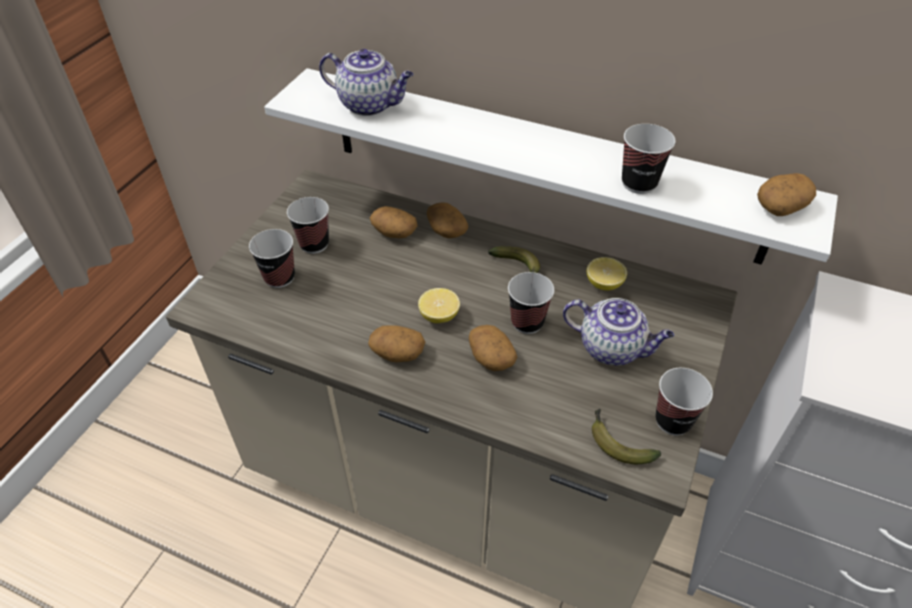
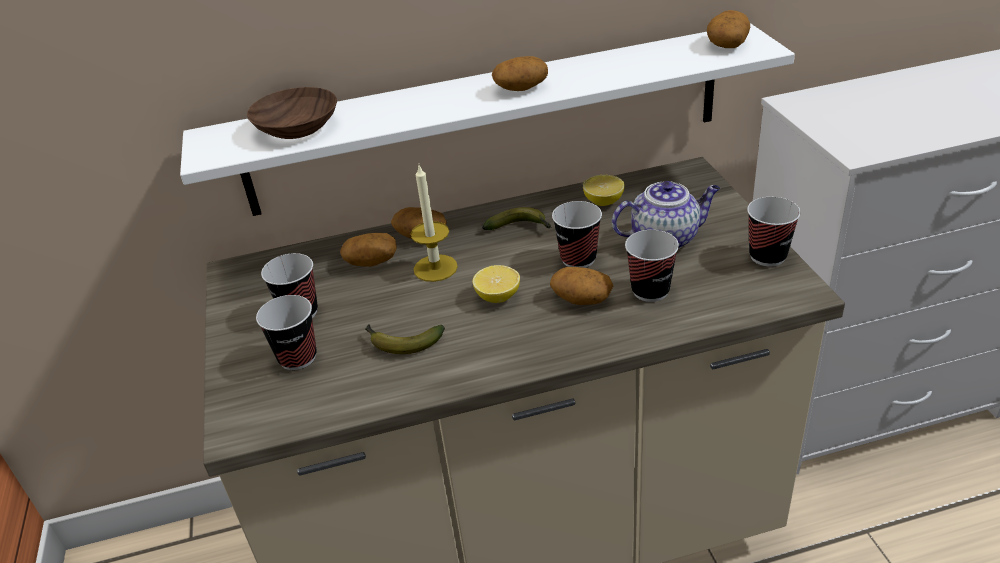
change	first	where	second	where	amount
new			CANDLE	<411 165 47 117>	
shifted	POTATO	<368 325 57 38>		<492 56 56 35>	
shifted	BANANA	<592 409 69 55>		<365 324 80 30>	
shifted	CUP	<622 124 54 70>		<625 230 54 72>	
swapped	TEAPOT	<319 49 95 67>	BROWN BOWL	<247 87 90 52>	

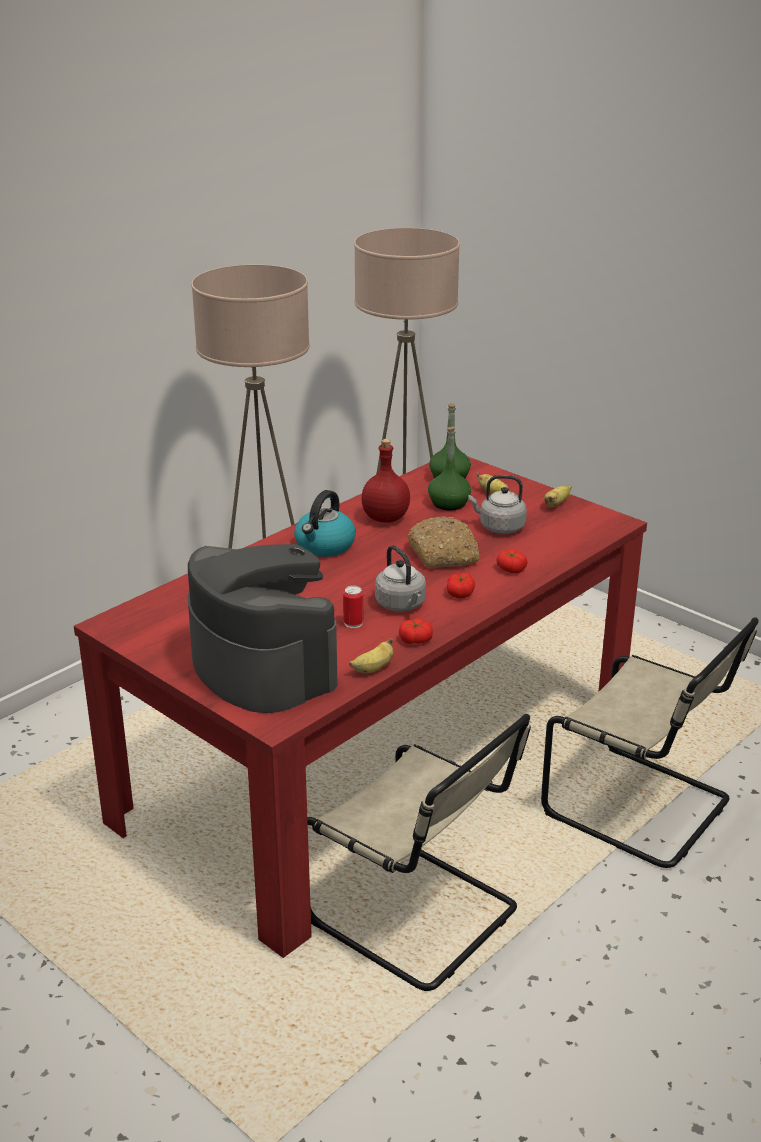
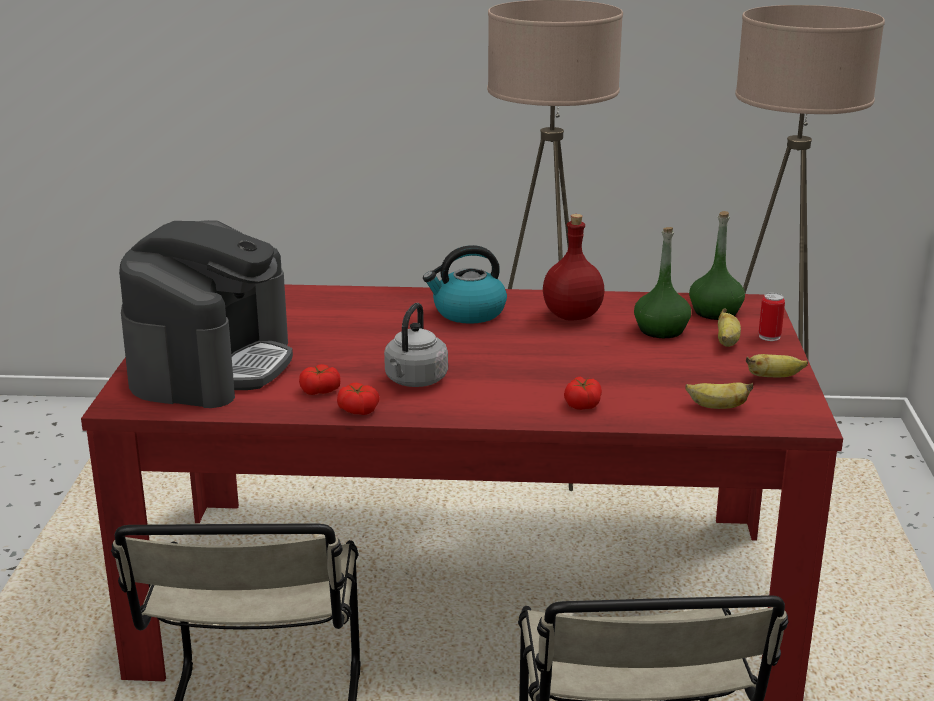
change	first	where	second	where	amount
gone	BREAD	<408 516 72 52>			
gone	GREY KETTLE	<468 475 59 59>			
shifted	CAN	<343 586 20 42>		<759 293 26 48>	
shifted	BANANA	<349 638 45 35>		<685 383 68 26>	
shifted	TOMATO	<447 573 28 26>		<299 364 42 31>	

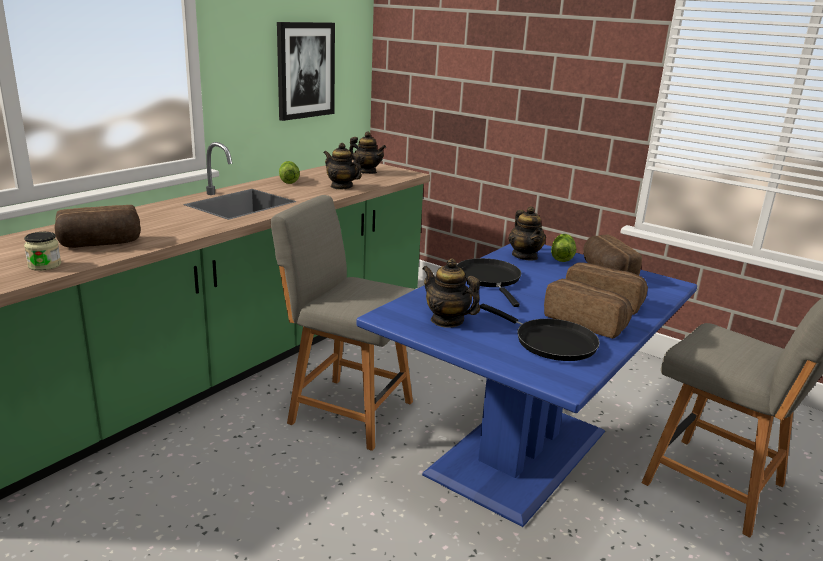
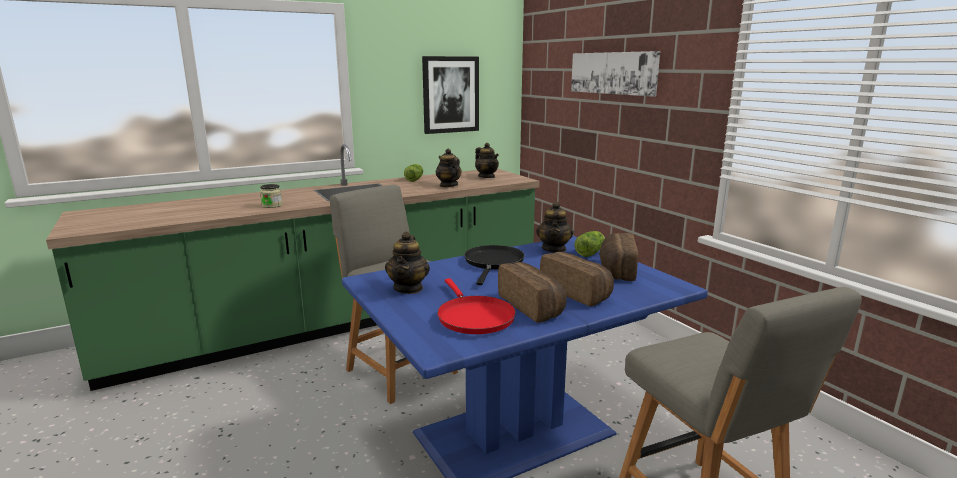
change	first	where	second	where	amount
gone	BREAD	<54 205 87 43>			
new			PICTURE	<571 51 89 46>	
shifted	JAR	<24 232 37 39>		<260 184 22 24>	
repainted	BLACK FRYING PAN	<480 304 120 57>	RED FRYING PAN	<437 278 79 56>	
rotated	TEAPOT	<422 258 58 70>		<385 232 45 62>	150 degrees counterclockwise

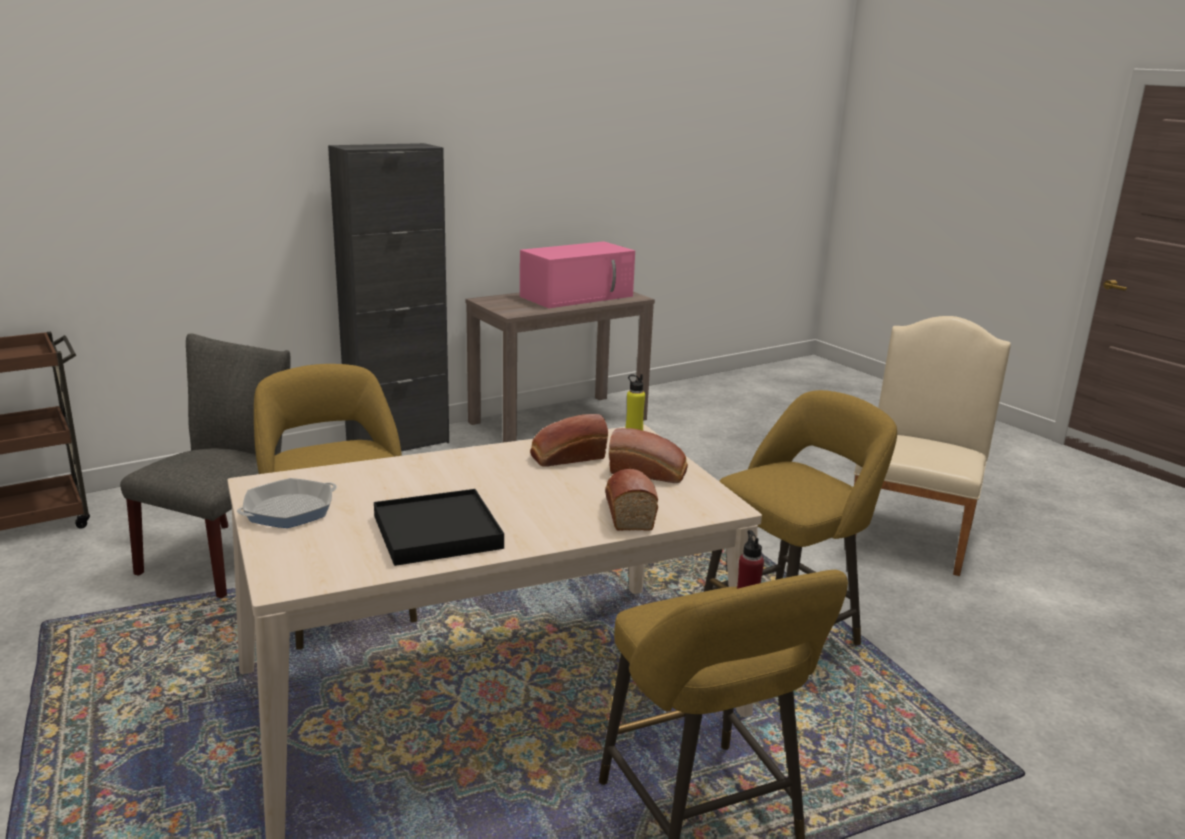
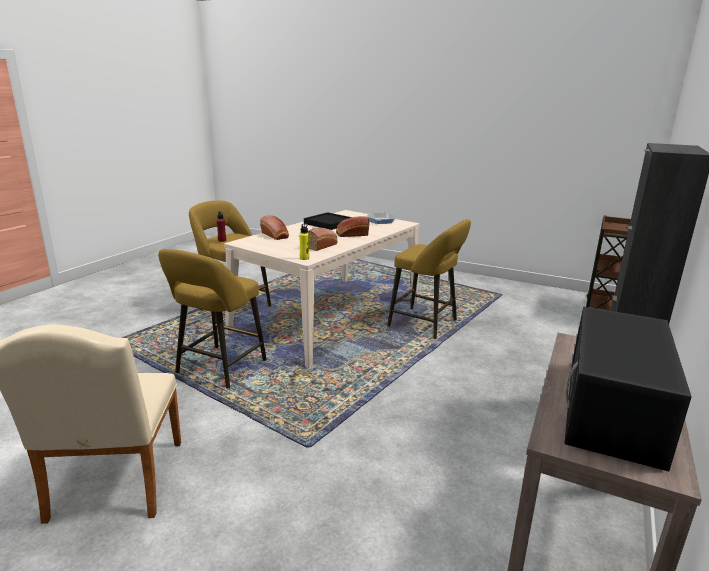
change	first	where	second	where	amount
gone	GREY CHAIR	<120 333 171 266>			
shifted	BREAD	<609 428 79 55>		<336 216 33 21>	
repainted	PINK MICROWAVE	<520 241 115 67>	BLACK MICROWAVE	<564 307 127 164>	

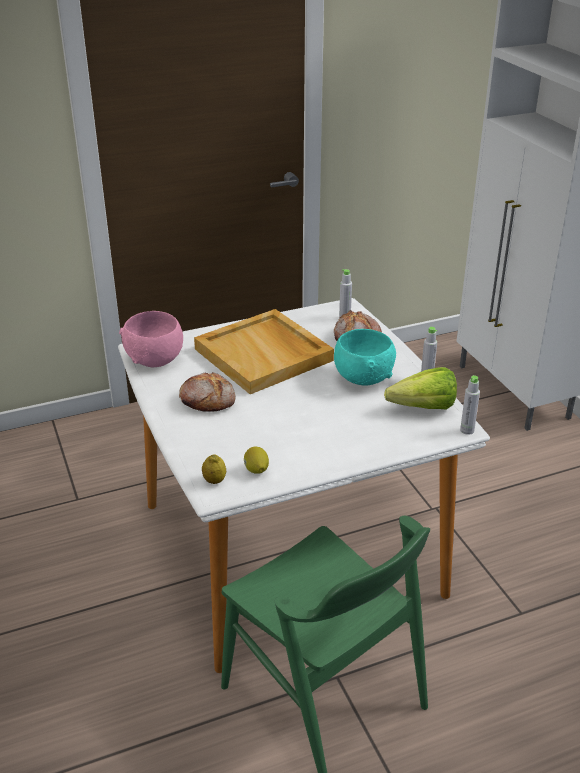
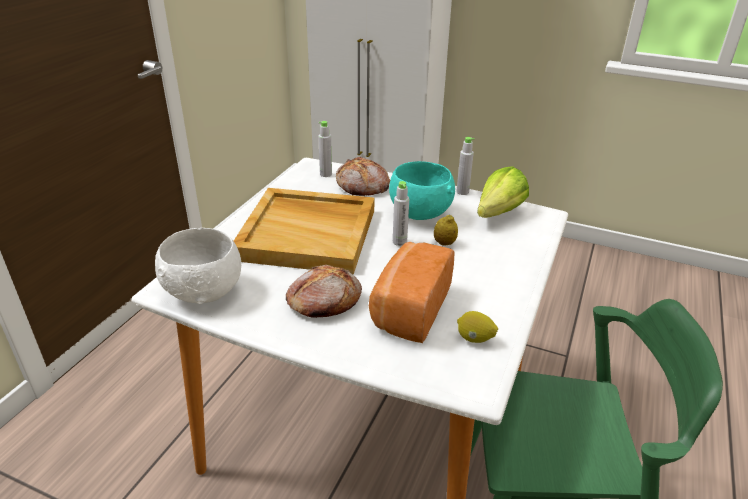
change	first	where	second	where	amount
new			BREAD	<369 242 85 101>	
shifted	LEMON	<202 454 24 30>		<434 215 24 31>	
shifted	GREY BOTTLE	<460 375 20 60>		<393 181 16 65>	
repainted	PINK BOWL	<119 311 64 57>	WHITE BOWL	<155 228 86 76>	

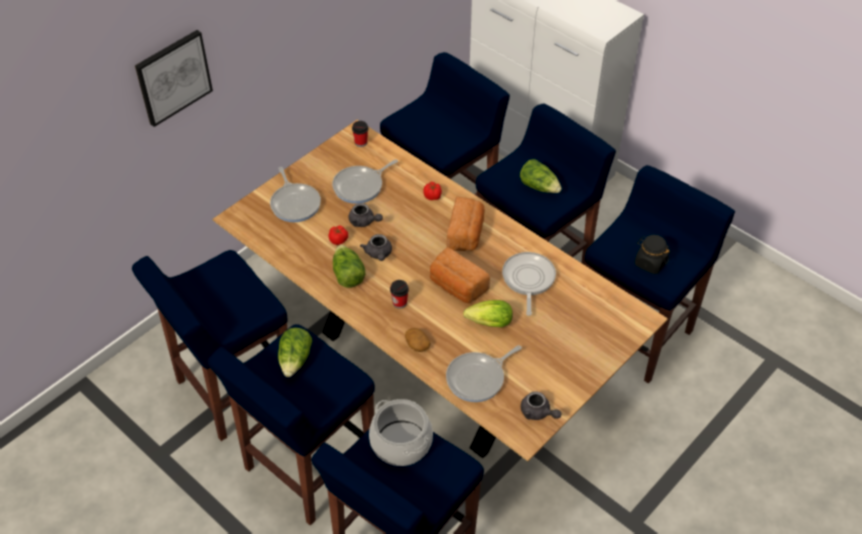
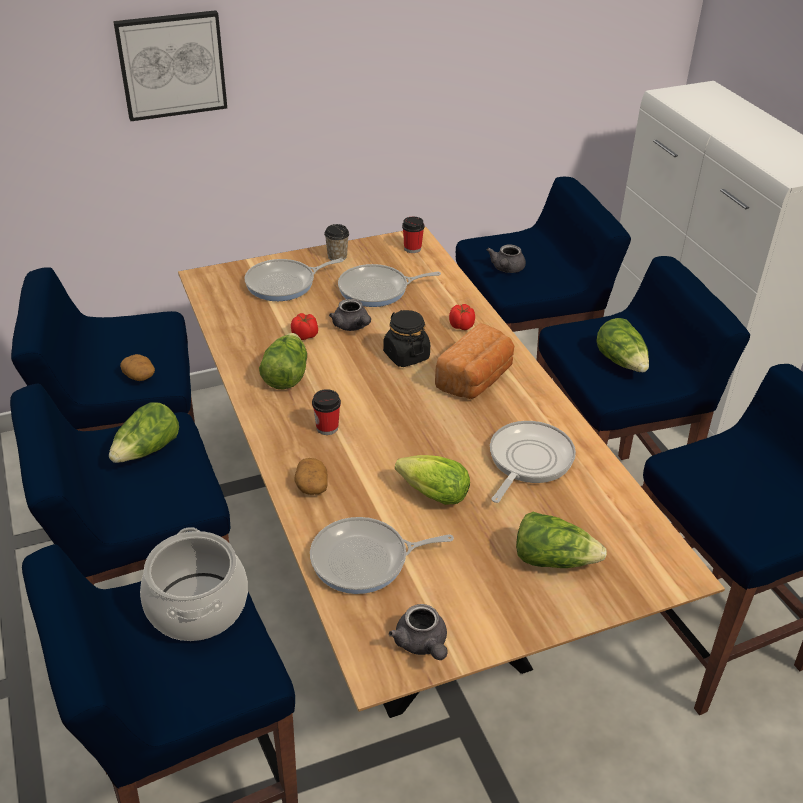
change	first	where	second	where	amount
gone	BREAD	<430 247 60 56>			
new			POTATO	<120 354 35 27>	
new			CUP	<324 224 25 36>	
new			LETTUCE	<516 512 91 56>	
shifted	GREY TEAPOT	<360 234 32 27>		<487 244 39 29>	
shifted	BLACK JAR	<635 235 35 39>		<383 310 47 57>	
rotated	FRYING PAN	<270 167 51 55>		<245 258 99 43>	60 degrees clockwise

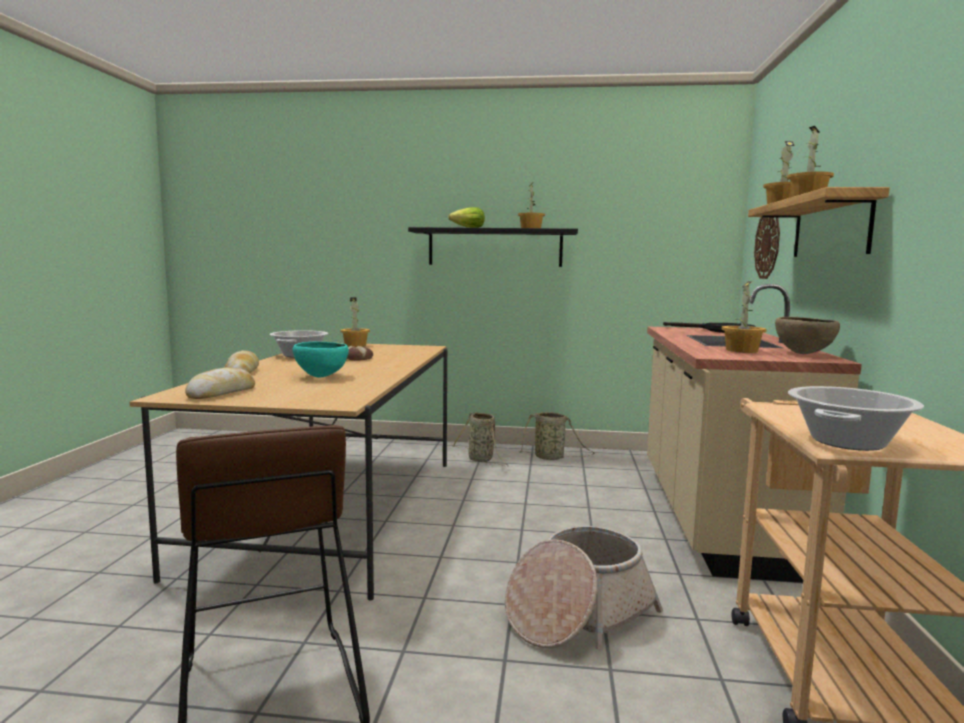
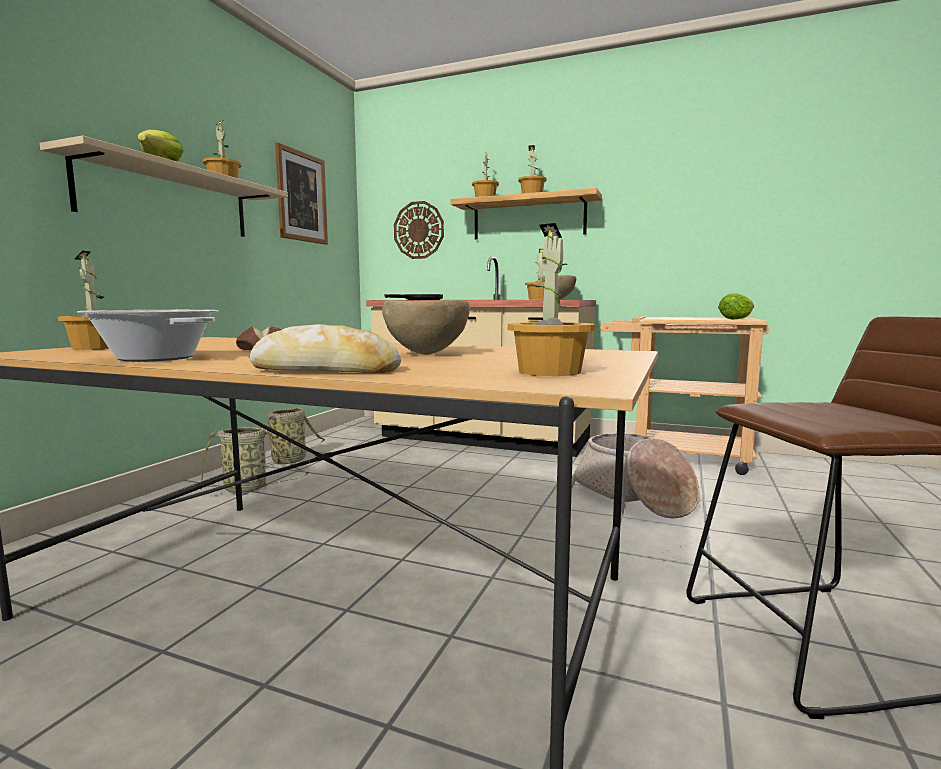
change	first	where	second	where	amount
new			PICTURE	<275 142 53 103>	
swapped	BREAD	<185 367 70 32>	POTTED PLANT	<508 223 87 153>	
swapped	COOKING POT	<788 386 136 65>	LETTUCE	<718 293 36 27>	
repainted	TURQUOISE BOWL	<293 341 56 37>	BROWN BOWL	<382 300 88 55>	
repainted	BLACK SHELF	<408 227 170 40>	BEIGE SHELF	<40 136 248 101>	

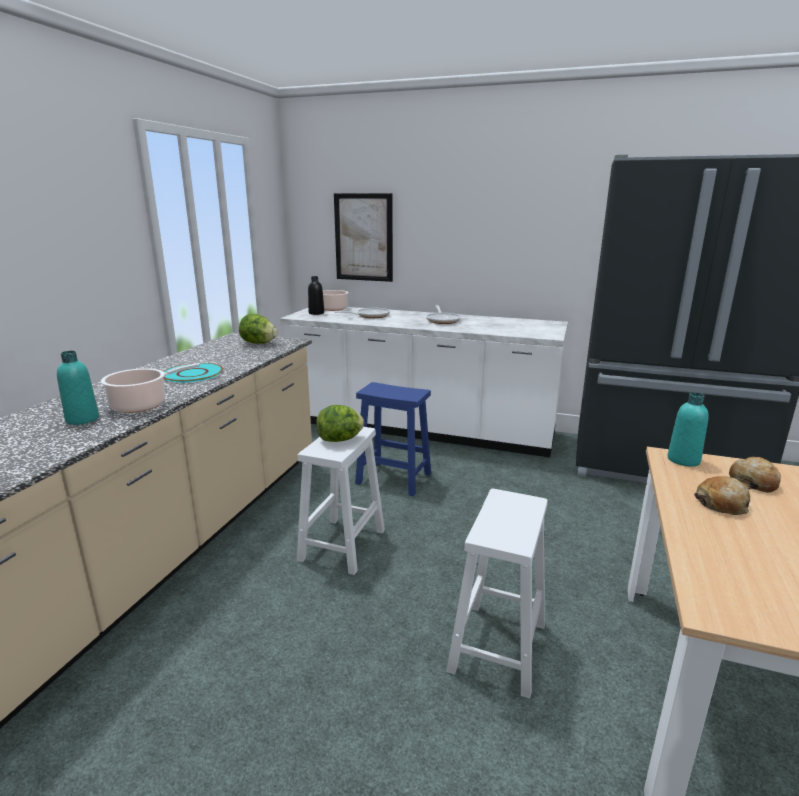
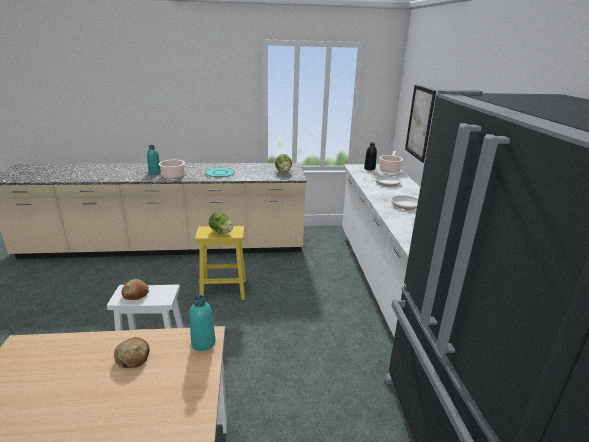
change	first	where	second	where	amount
gone	BLUE STOOL	<355 382 76 115>			
shifted	BREAD	<729 457 52 36>		<121 279 28 21>	
repainted	WHITE STOOL	<297 427 88 148>	YELLOW STOOL	<195 226 51 74>	

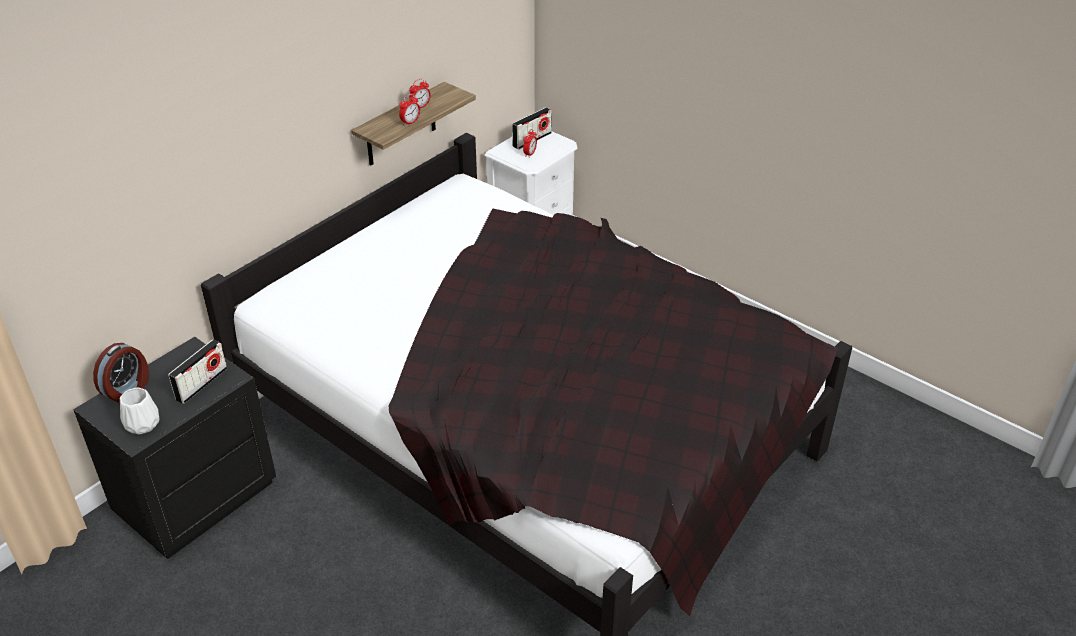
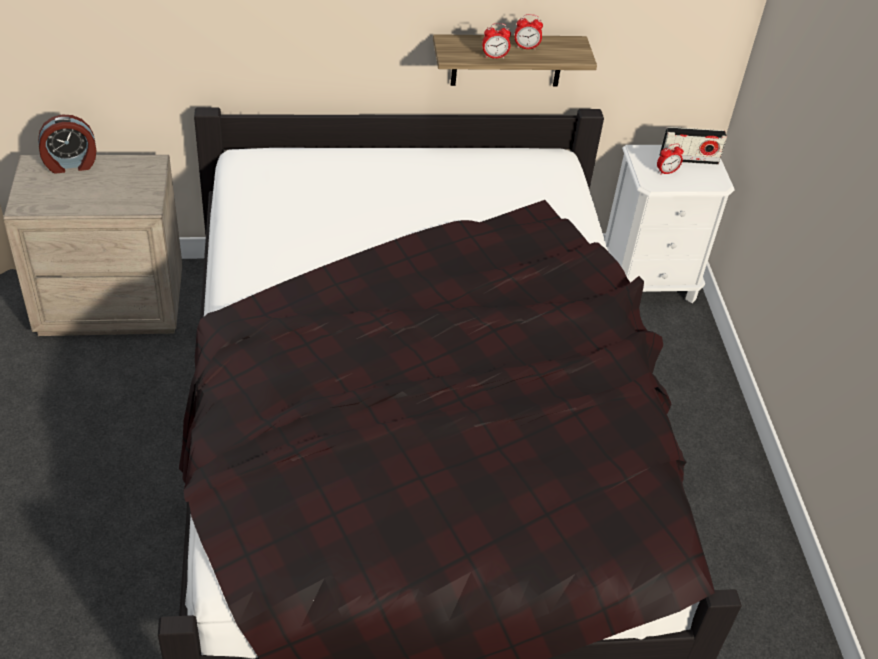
change	first	where	second	where	amount
gone	WHITE VASE	<120 388 40 47>			
gone	RADIO	<168 339 59 65>			
repainted	BLACK NIGHTSTAND	<73 337 203 222>	BEIGE NIGHTSTAND	<3 155 179 181>	

